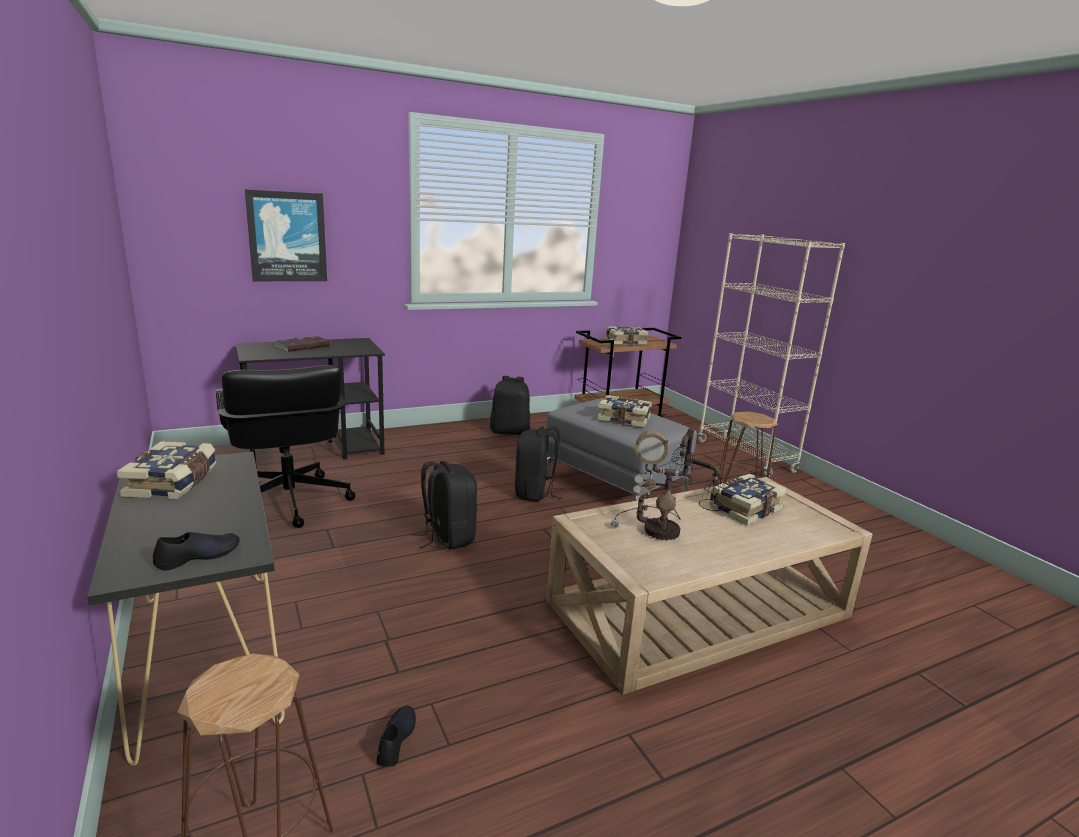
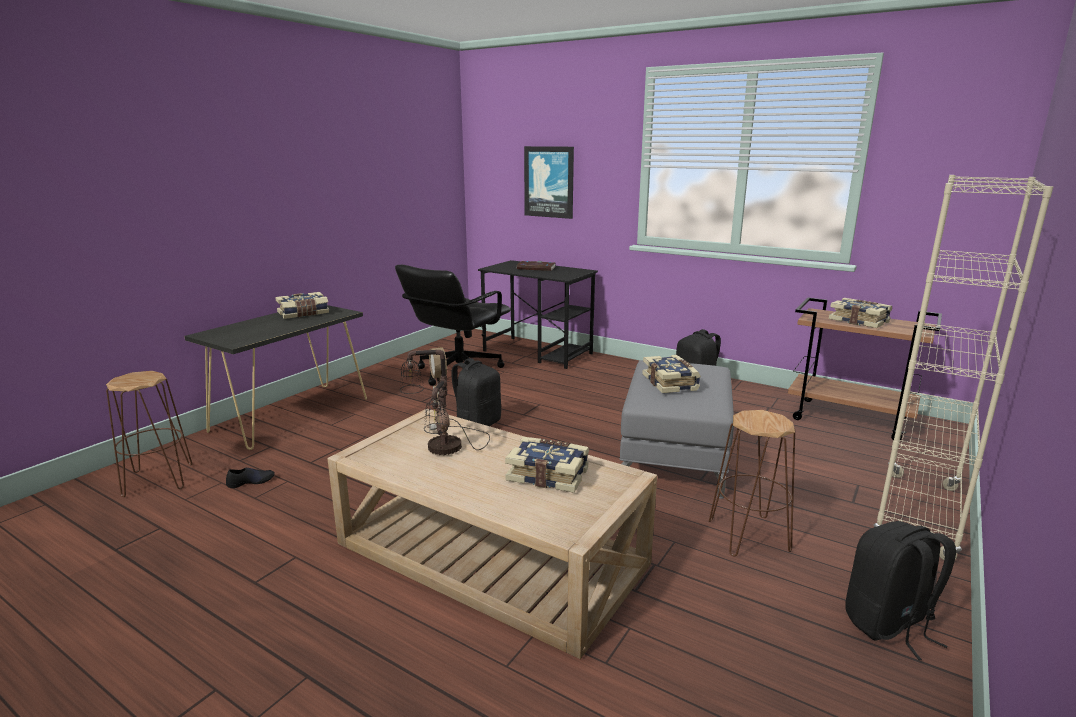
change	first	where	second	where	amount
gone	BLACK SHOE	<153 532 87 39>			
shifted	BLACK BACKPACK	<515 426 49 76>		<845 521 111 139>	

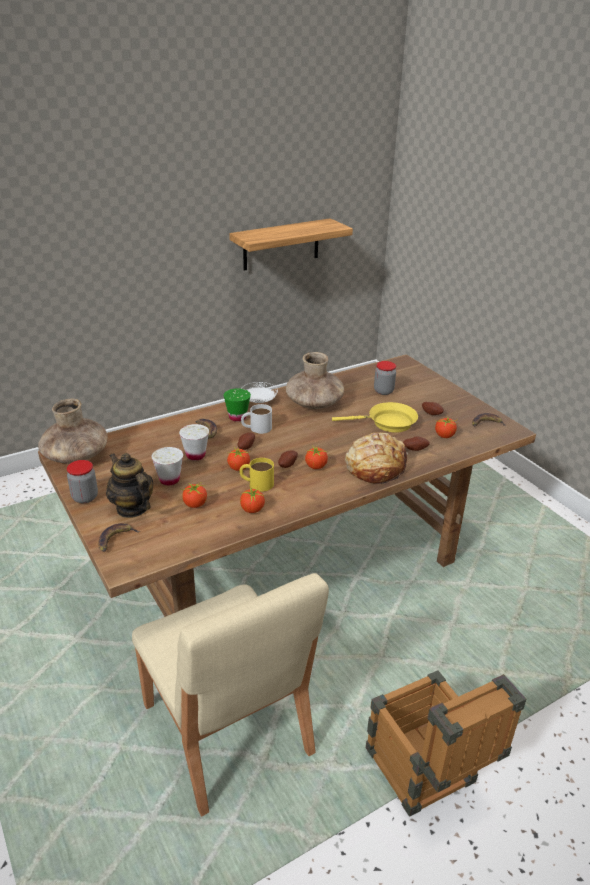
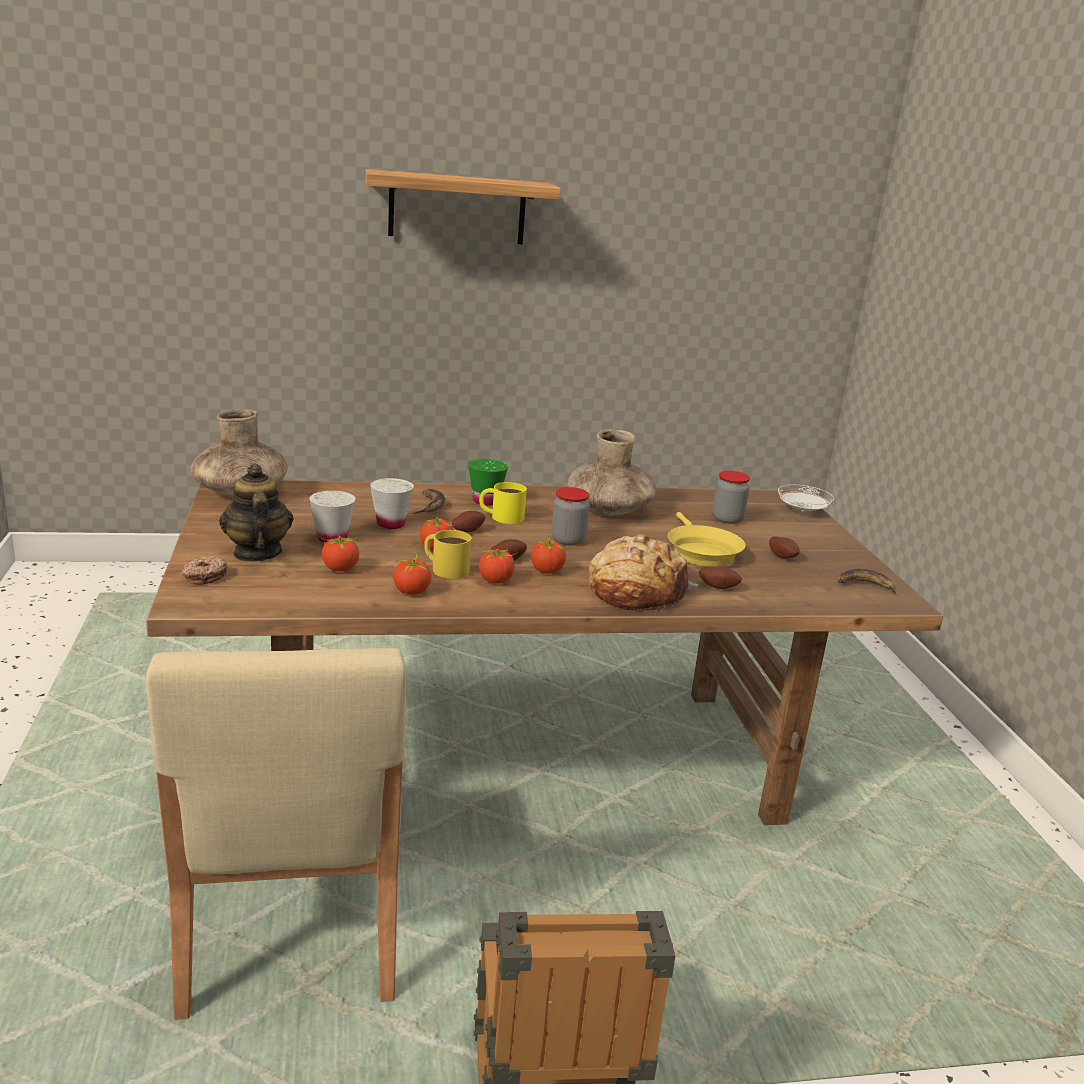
change	first	where	second	where	amount
shifted	JAR	<67 460 31 43>		<551 487 39 58>	
shifted	SHELF	<229 218 124 53>		<365 169 196 75>	
shifted	WHITE PLATE	<241 382 37 21>		<778 485 56 27>	
shifted	TOMATO	<435 416 22 22>		<479 549 38 35>	
swapped	BANANA	<98 523 42 29>	DONUT	<181 556 46 29>	
repainted	WHITE MUG	<241 404 31 30>	YELLOW MUG	<479 482 48 42>	
rotated	YELLOW FRYING PAN	<332 402 86 31>		<668 512 78 55>	60 degrees clockwise

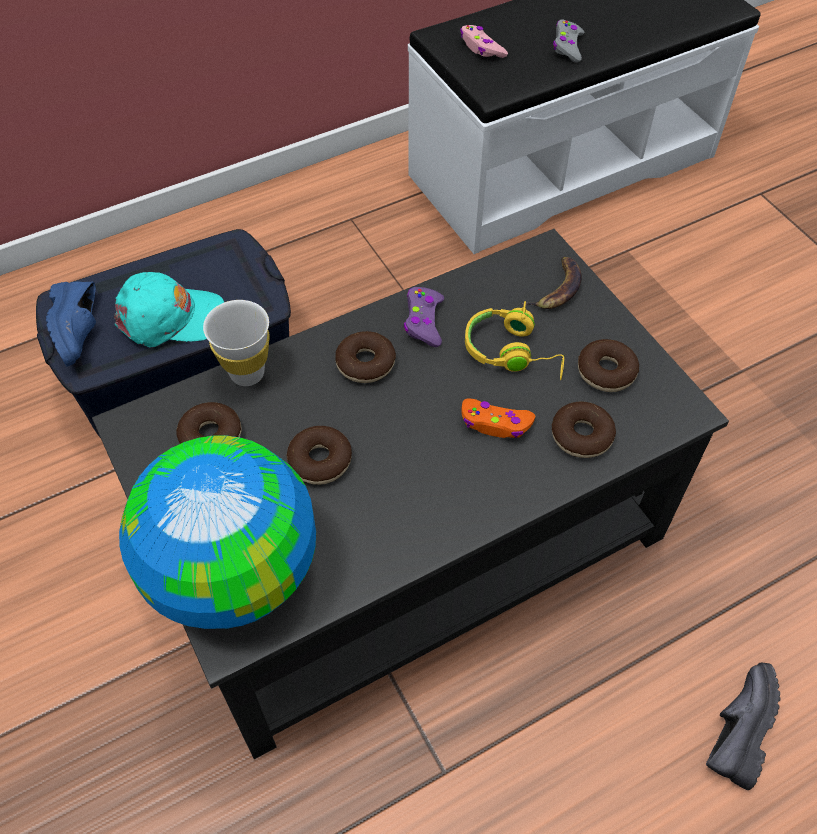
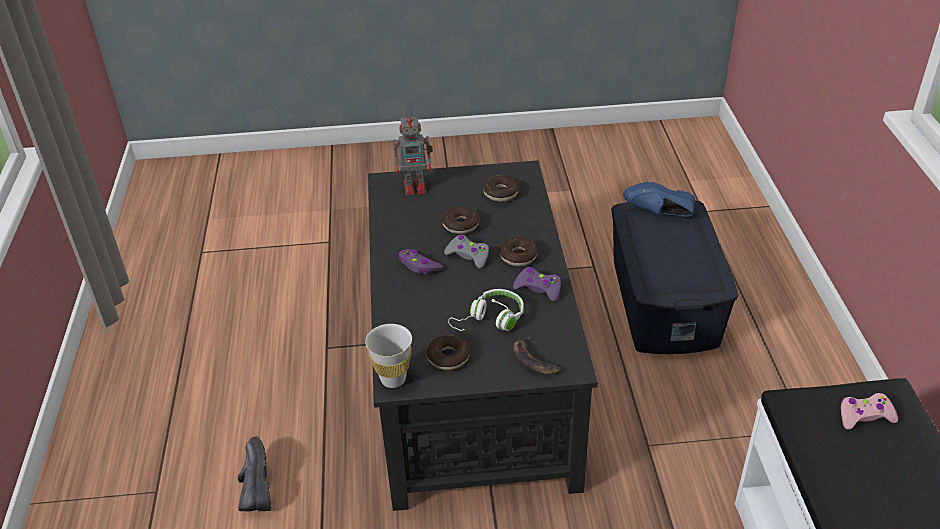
change	first	where	second	where	amount
gone	TURQUOISE CAP	<114 272 110 75>			
gone	ORANGE GAME CONTROLLER	<461 399 74 39>			
gone	DONUT	<551 402 65 56>			
new			PURPLE GAME CONTROLLER	<398 249 45 25>	
shifted	WHITE CUP	<203 300 67 86>		<365 324 47 64>	
shifted	GREY GAME CONTROLLER	<553 19 32 43>		<444 235 45 34>	
swapped	GLOBE	<119 435 197 194>	TOY ROBOT	<393 111 40 84>	
repainted	YELLOW HEADPHONES	<465 301 99 79>	WHITE HEADPHONES	<448 289 76 42>	
rotated	BLACK SHOE	<706 663 74 127>		<238 436 33 75>	150 degrees counterclockwise

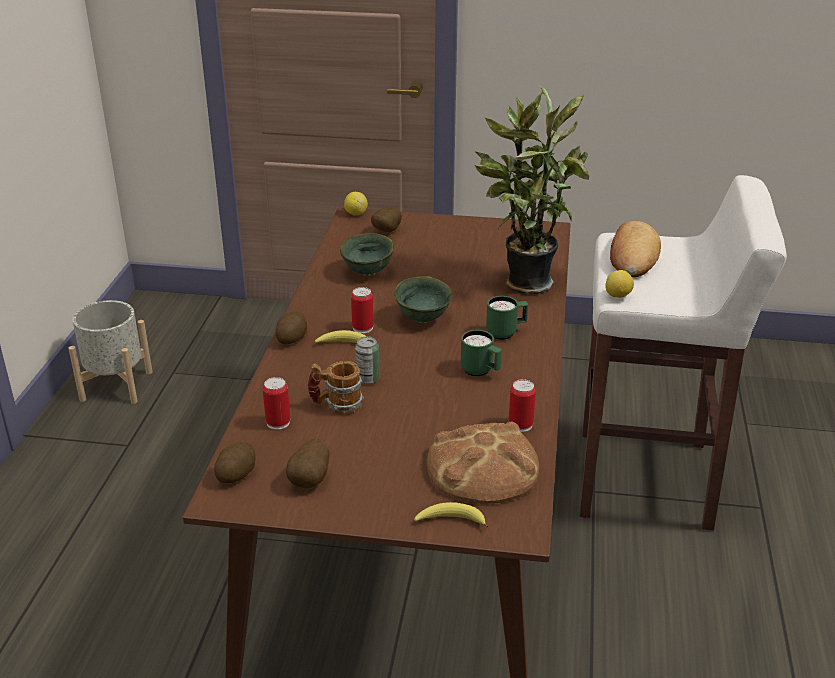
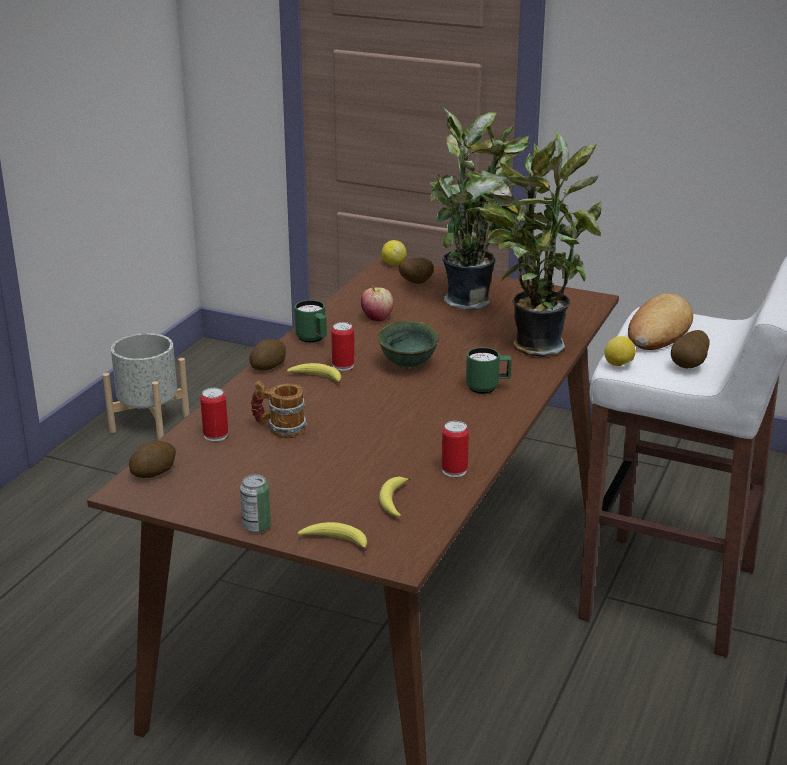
change	first	where	second	where	amount
new			POTTED PLANT	<430 106 100 204>	
shifted	POTATO	<286 439 43 49>		<671 330 39 39>	
shifted	CAN	<355 336 25 48>		<240 474 31 59>	
shifted	GREEN MUG	<461 330 41 46>		<294 300 33 43>	
swapped	GREEN BOWL	<340 233 54 43>	APPLE	<361 285 33 36>	
swapped	BREAD	<427 421 112 83>	BANANA	<379 477 33 40>	

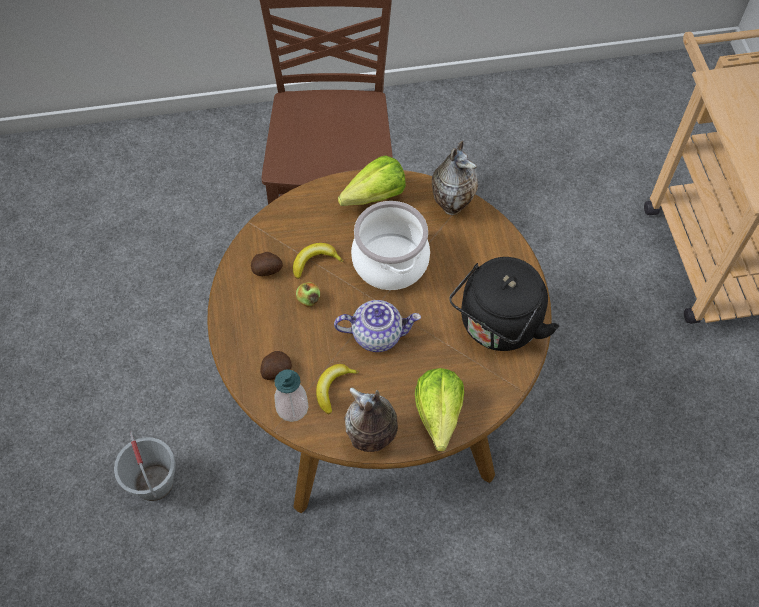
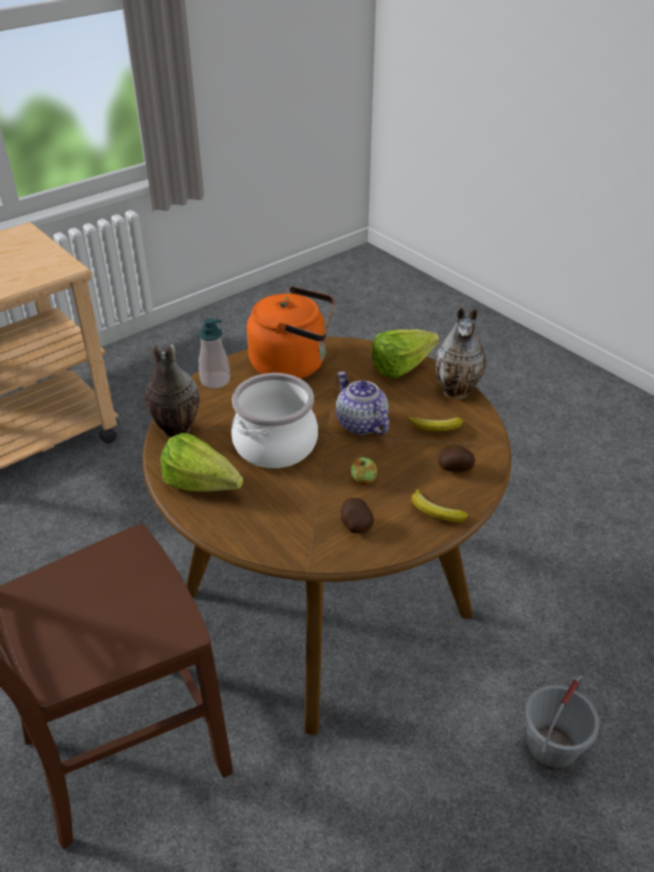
change	first	where	second	where	amount
shifted	SOAP DISPENSER	<274 369 35 53>		<198 318 32 71>	
shifted	BANANA	<293 243 50 36>		<411 488 58 34>	
repainted	BLACK KETTLE	<449 257 110 94>	ORANGE KETTLE	<247 286 87 93>	

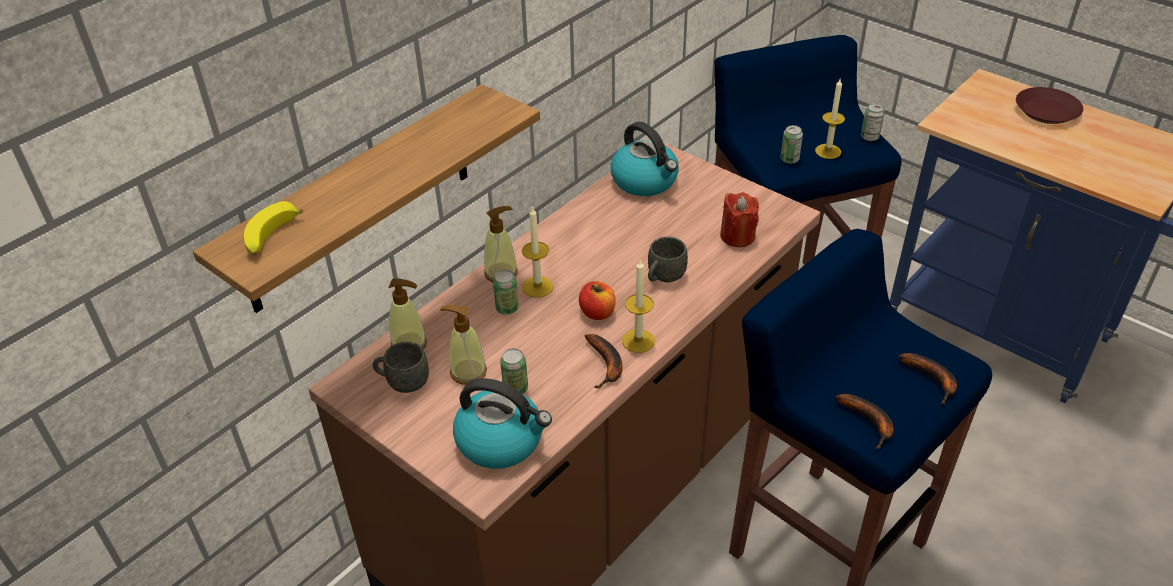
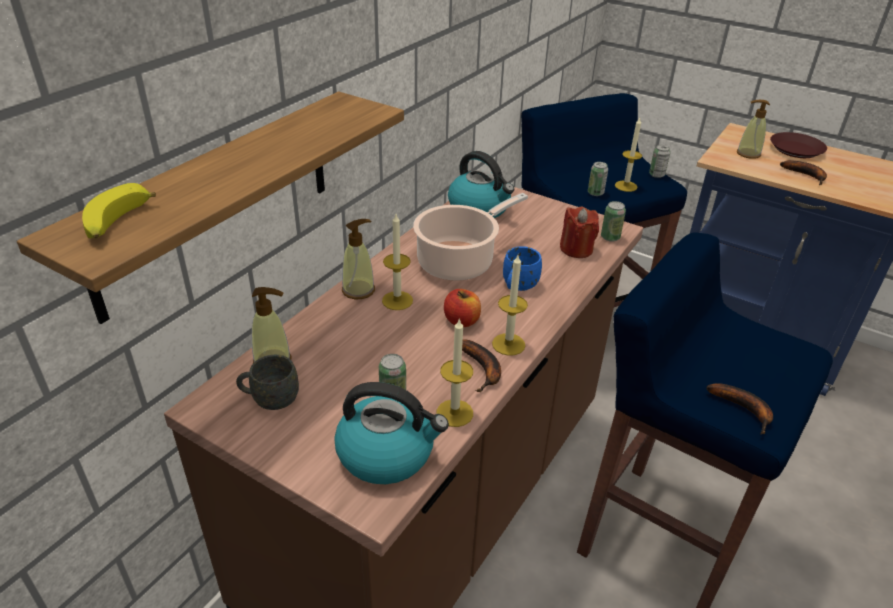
change	first	where	second	where	amount
new			COOKING POT	<413 193 115 88>	
new			CANDLE	<436 318 37 109>	
shifted	SOAP DISPENSER	<440 305 47 80>		<737 100 33 59>	
shifted	CAN	<493 270 26 45>		<601 201 25 41>	
shifted	BANANA	<898 353 59 51>		<780 160 47 25>	
repainted	GREY MUG	<648 236 40 46>	BLUE MUG	<503 246 39 45>	

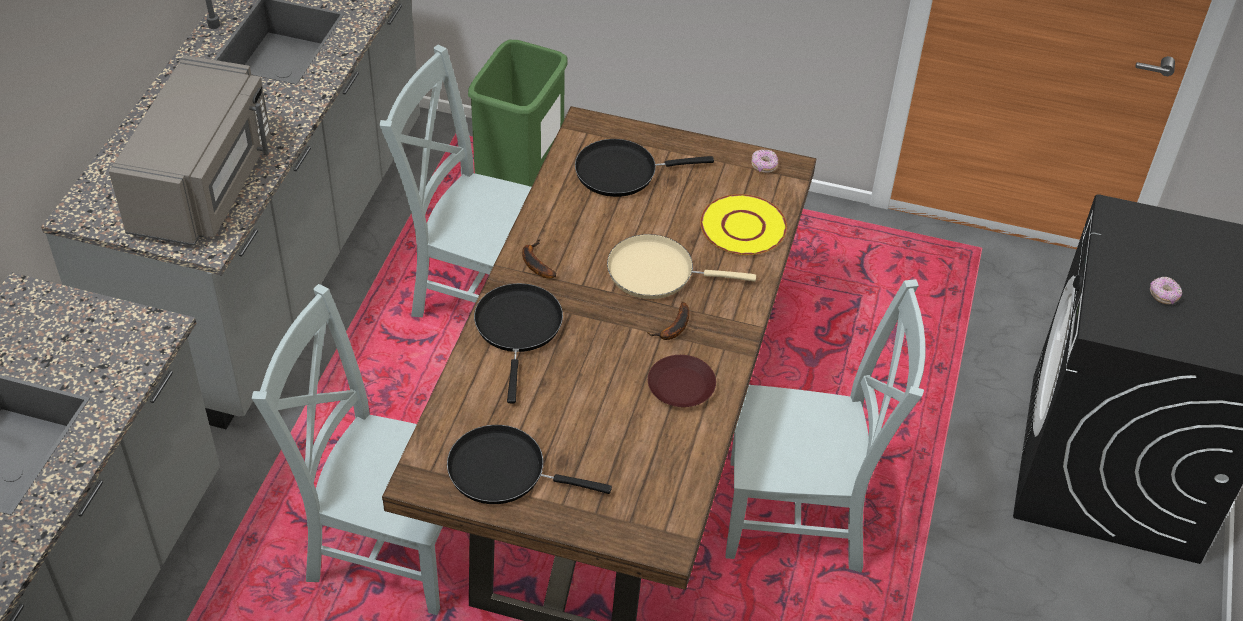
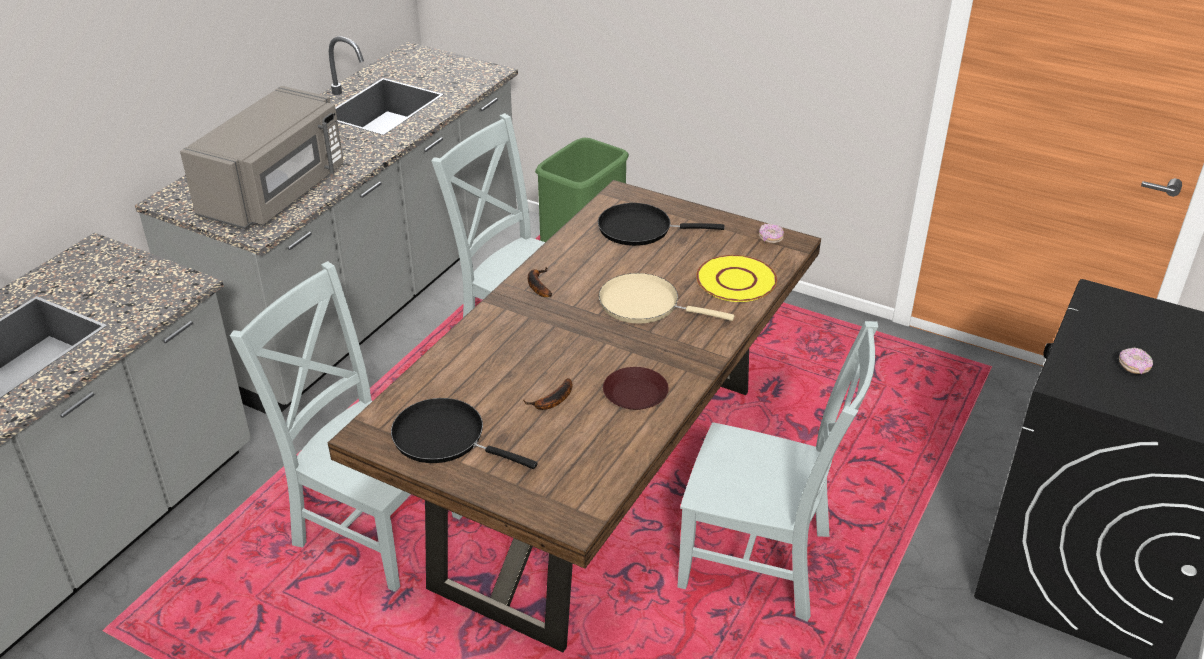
change	first	where	second	where	amount
gone	BLACK FRYING PAN	<474 283 89 120>			
shifted	BANANA	<647 302 42 38>		<523 378 49 32>	

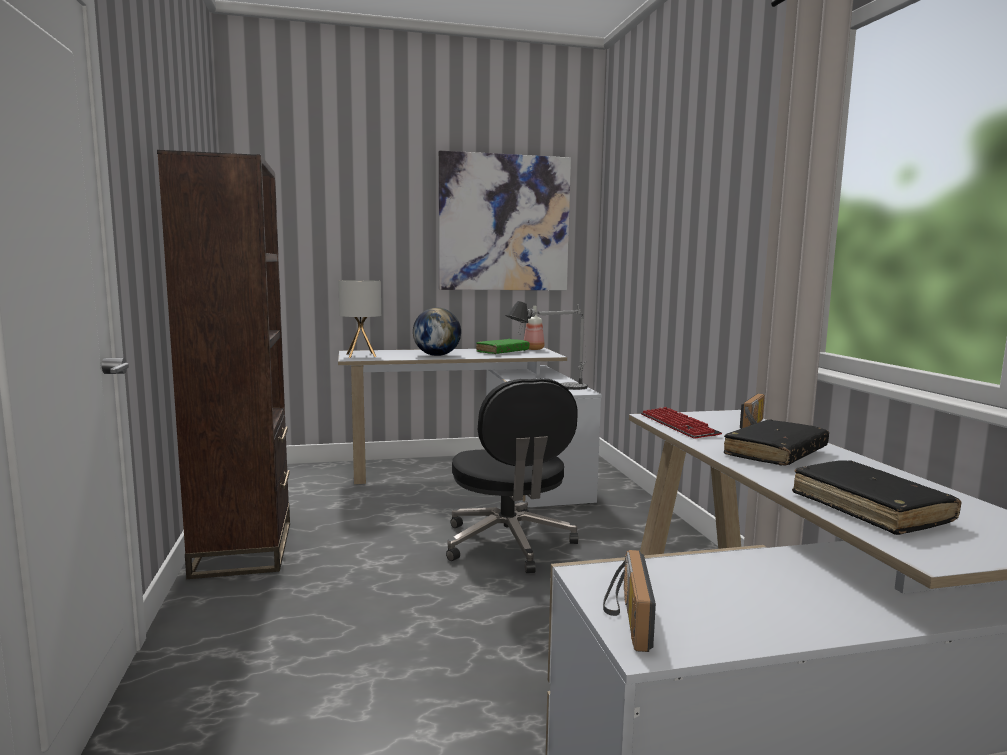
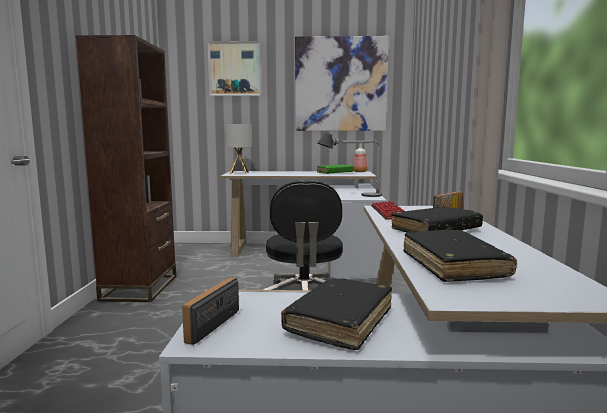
change	first	where	second	where	amount
gone	GLOBE	<413 308 48 48>			
new			PICTURE	<207 41 55 55>	
new			BLACK BOOK	<281 278 111 72>	

